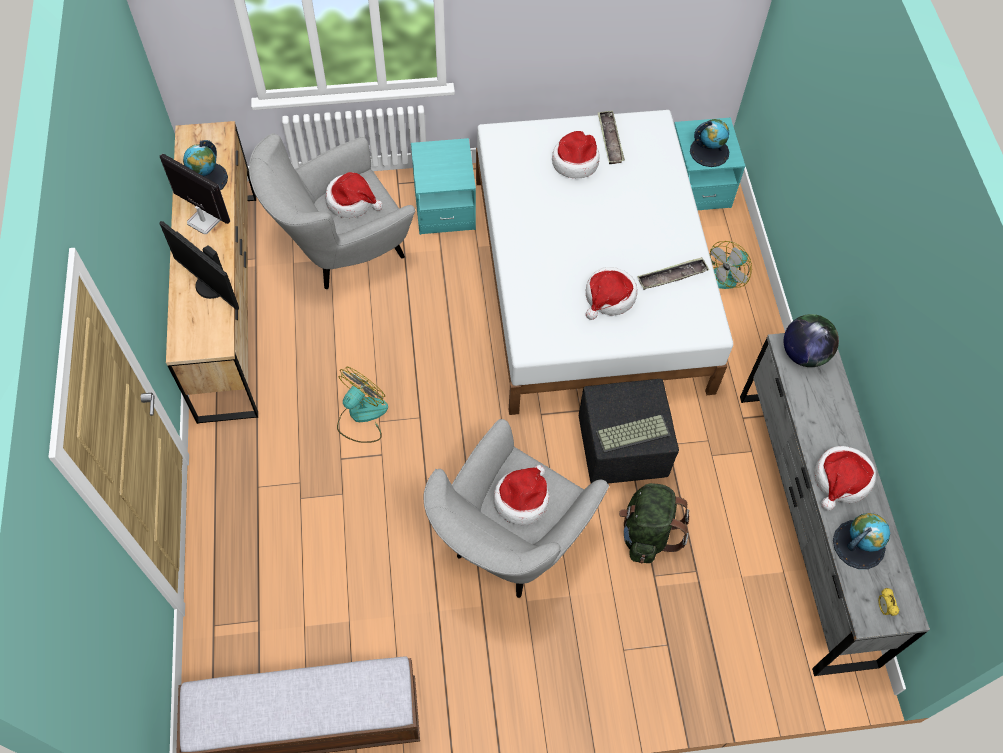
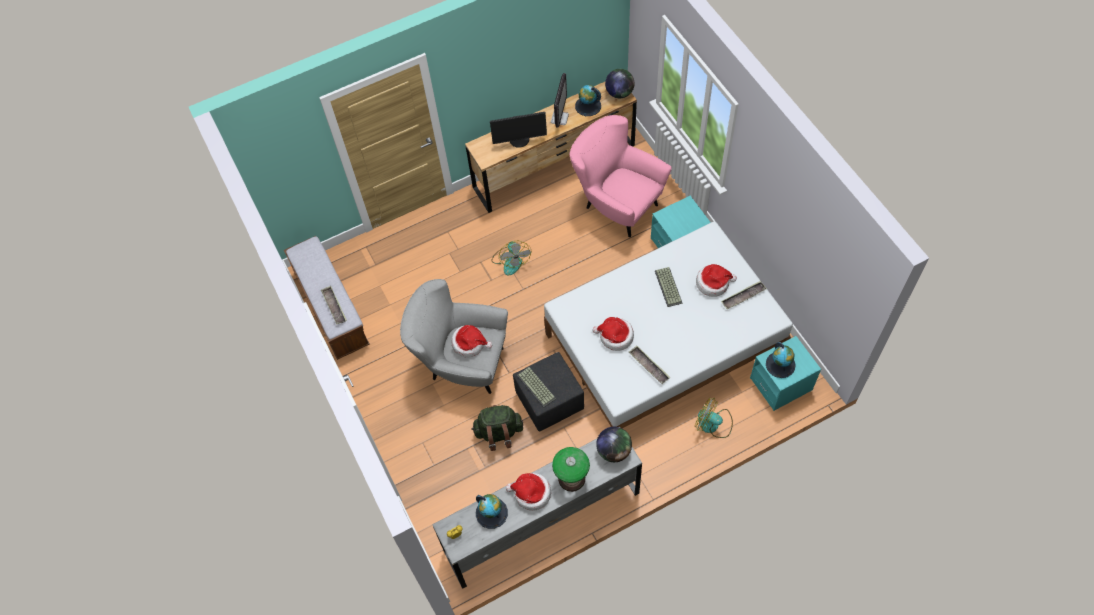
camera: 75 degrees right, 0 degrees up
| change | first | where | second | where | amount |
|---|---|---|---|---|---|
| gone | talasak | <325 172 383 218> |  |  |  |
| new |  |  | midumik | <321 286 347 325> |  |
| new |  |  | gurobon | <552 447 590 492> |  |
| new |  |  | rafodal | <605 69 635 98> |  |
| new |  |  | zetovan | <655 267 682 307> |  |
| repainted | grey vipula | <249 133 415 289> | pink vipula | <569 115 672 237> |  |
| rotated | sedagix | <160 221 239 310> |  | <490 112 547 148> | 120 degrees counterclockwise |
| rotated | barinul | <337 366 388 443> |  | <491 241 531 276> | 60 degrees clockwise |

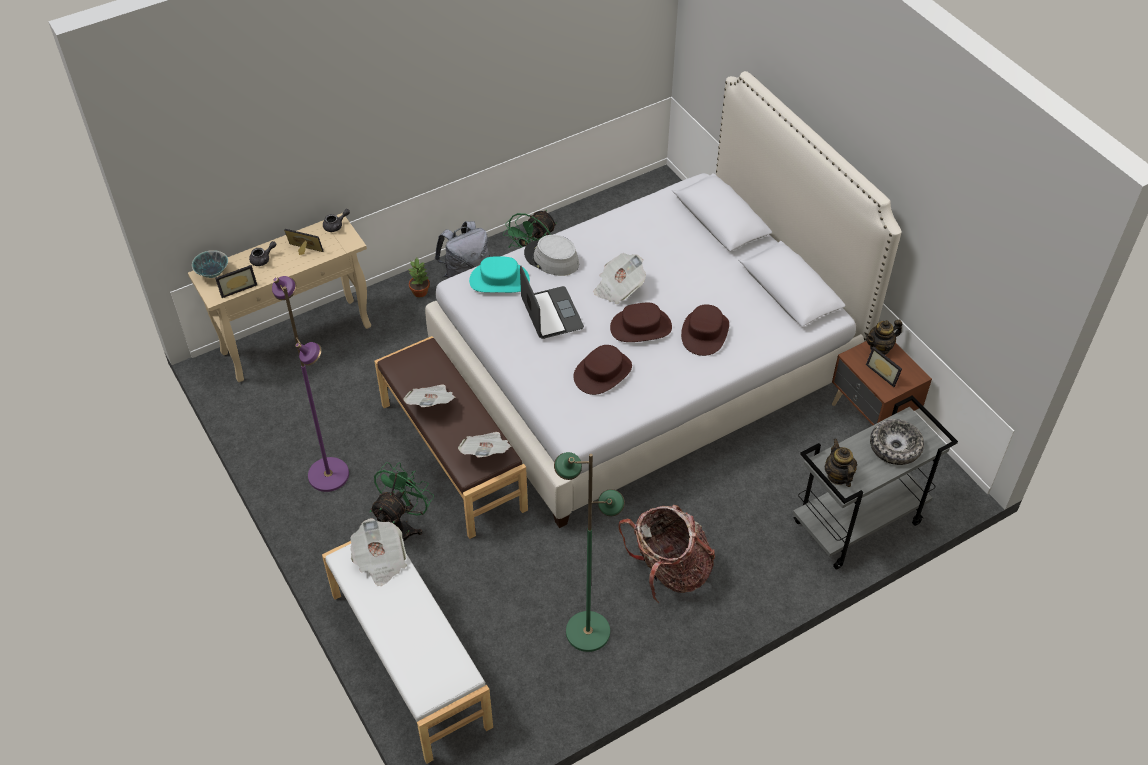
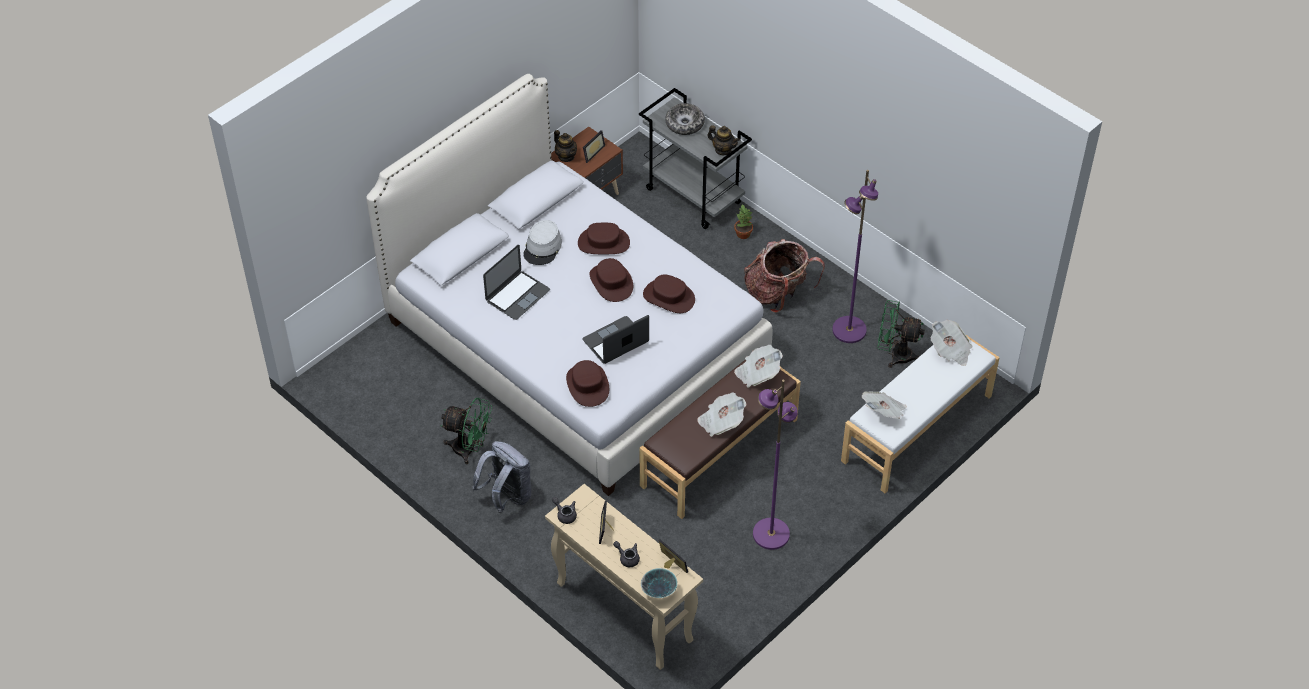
camera: 105 degrees left, 0 degrees up
| change | first | where | second | where | amount |
|---|---|---|---|---|---|
| new |  |  | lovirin | <483 245 550 320> |  |
| shifted | green barinul | <370 462 434 541> |  | <878 300 925 368> |  |
| shifted | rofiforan | <407 258 430 297> |  | <734 204 753 239> |  |
| shifted | grey talasak | <524 235 579 276> |  | <523 220 562 265> |  |
| shifted | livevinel | <594 253 646 304> |  | <931 320 972 366> |  |
| repainted | turquoise talasak | <469 256 530 293> | brown talasak | <566 360 609 407> |  |
| repainted | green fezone | <554 452 625 652> | purple fezone | <832 170 878 343> |  |
| rotated | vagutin | <824 439 857 487> |  | <707 125 740 155> | 120 degrees counterclockwise |

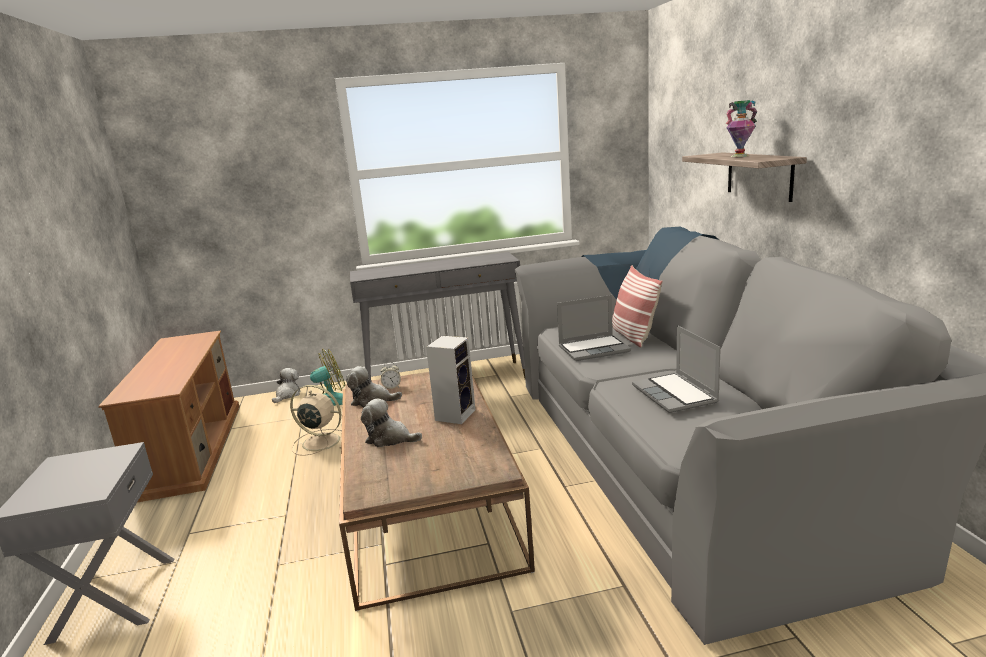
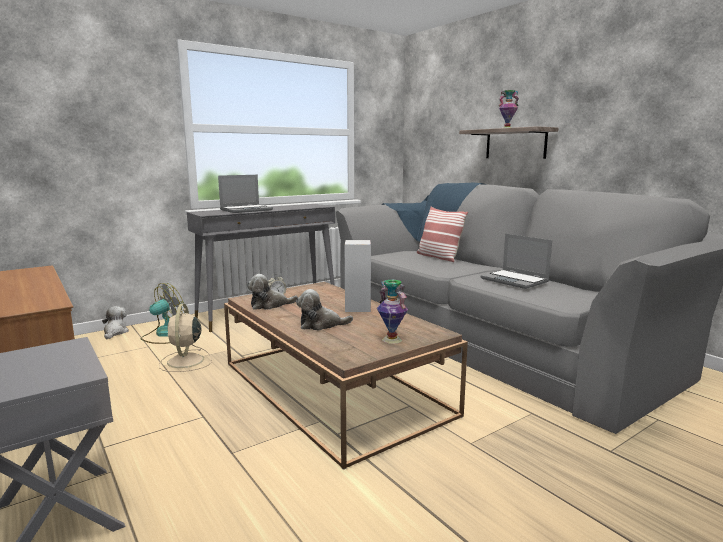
camera: 25 degrees left, 5 degrees down
| change | first | where | second | where | amount |
|---|---|---|---|---|---|
| new |  |  | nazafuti | <377 280 408 344> |  |
| shifted | lovirin | <557 295 631 361> |  | <218 175 273 213> |  |
| rotated | beige barinul | <290 385 342 455> |  | <159 304 212 372> | 90 degrees counterclockwise |

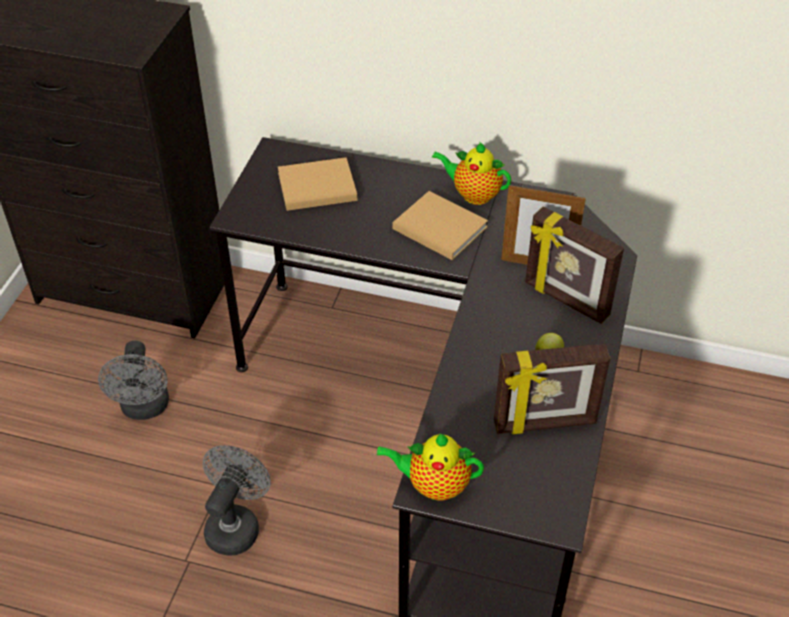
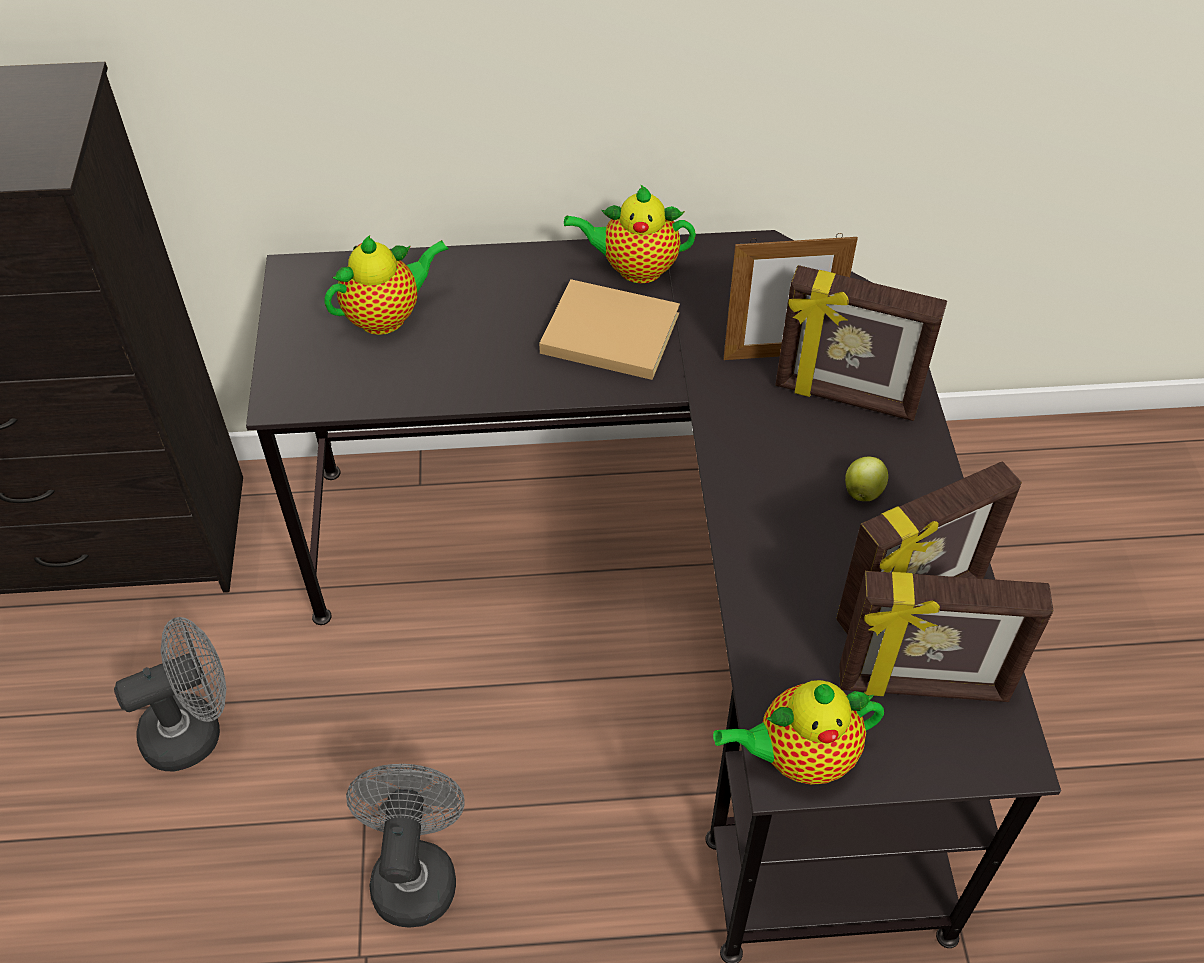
camera: 20 degrees left, 5 degrees up
| change | first | where | second | where | amount |
|---|---|---|---|---|---|
| new |  |  | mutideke | <839 571 1053 702> |  |
| swapped | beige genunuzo | <278 157 358 211> | vagutin | <324 235 449 335> |  |
| rotated | grey barinul | <98 341 169 420> |  | <114 617 226 771> | 90 degrees counterclockwise |

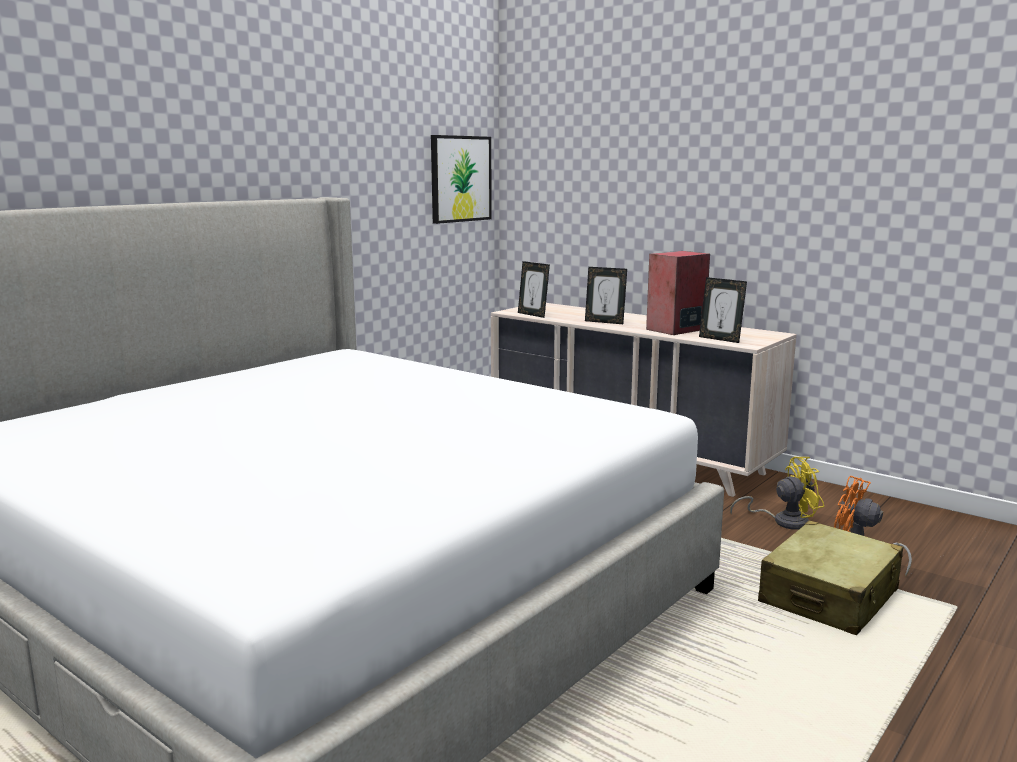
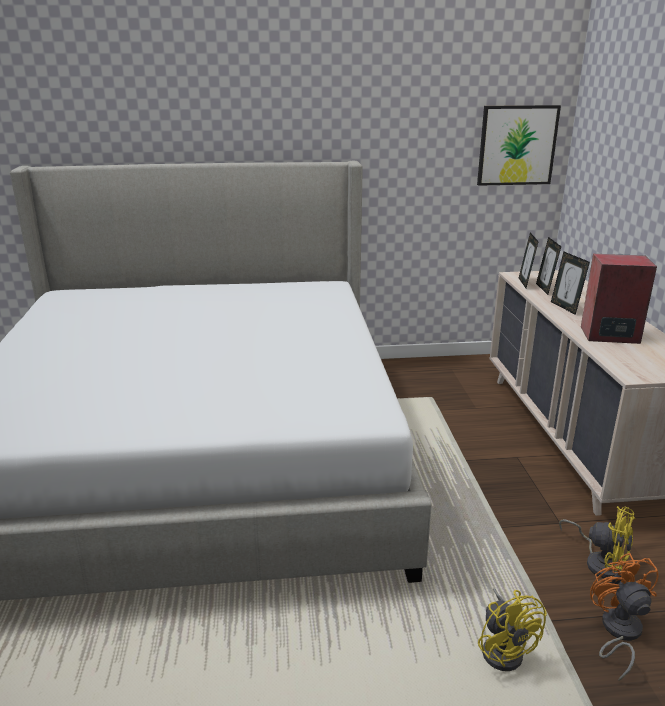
camera: 45 degrees right, 10 degrees up
| change | first | where | second | where | amount |
|---|---|---|---|---|---|
| shifted | mutideke | <699 277 747 343> |  | <536 237 561 295> |  |
| swapped | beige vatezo | <758 520 903 635> | yellow barinul | <478 588 547 671> |  |

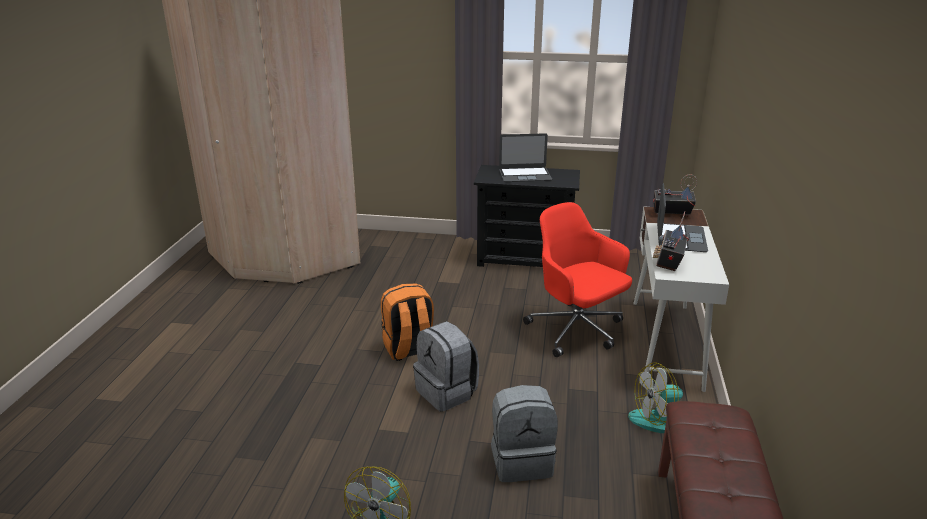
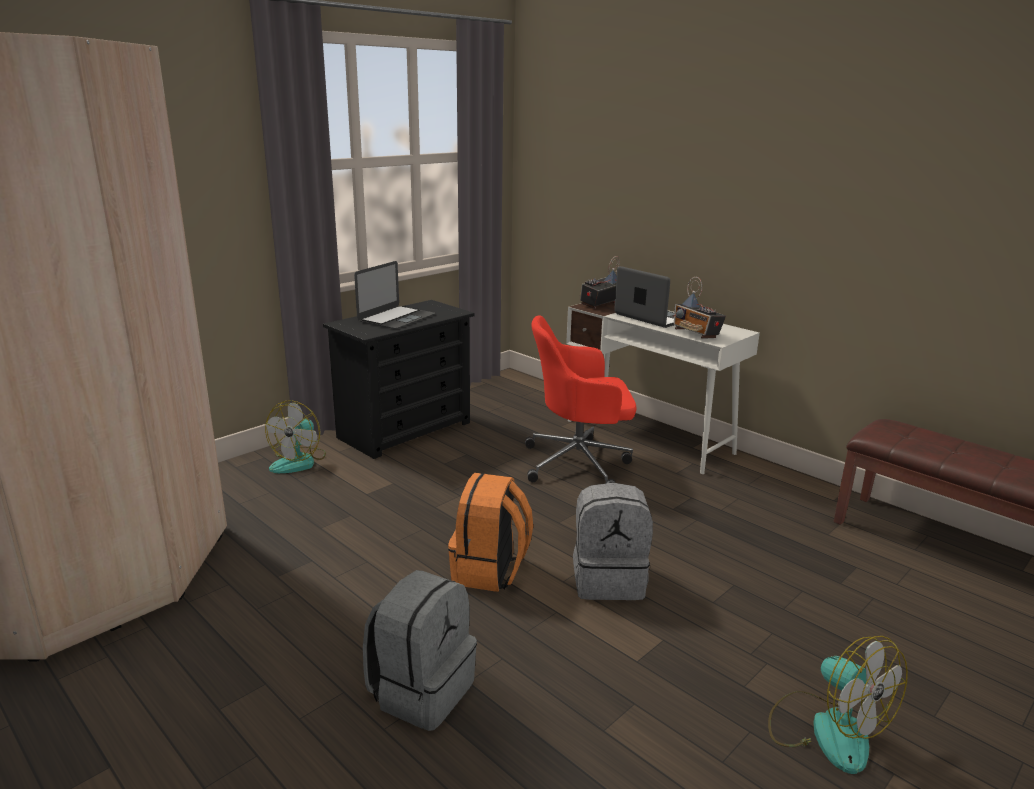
camera: 55 degrees left, 5 degrees down
| change | first | where | second | where | amount |
|---|---|---|---|---|---|
| shifted | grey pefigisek | <491 385 558 482> |  | <363 570 477 731> |  |
| shifted | barinul | <628 362 683 433> |  | <265 400 326 473> |  |

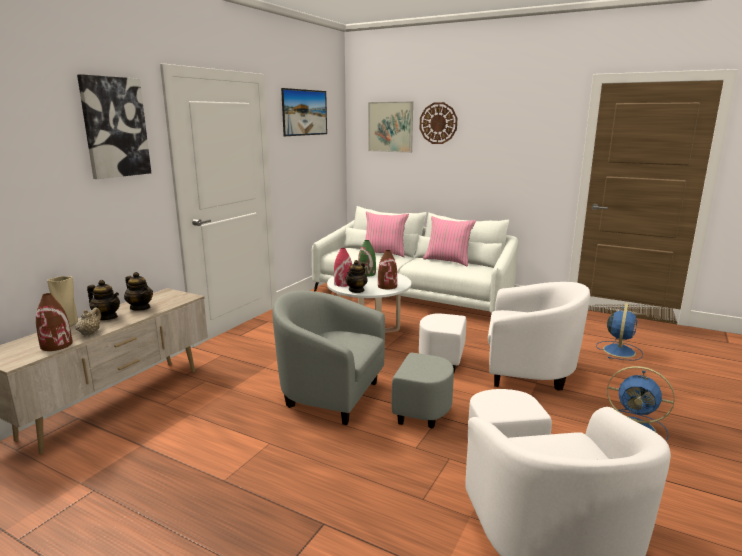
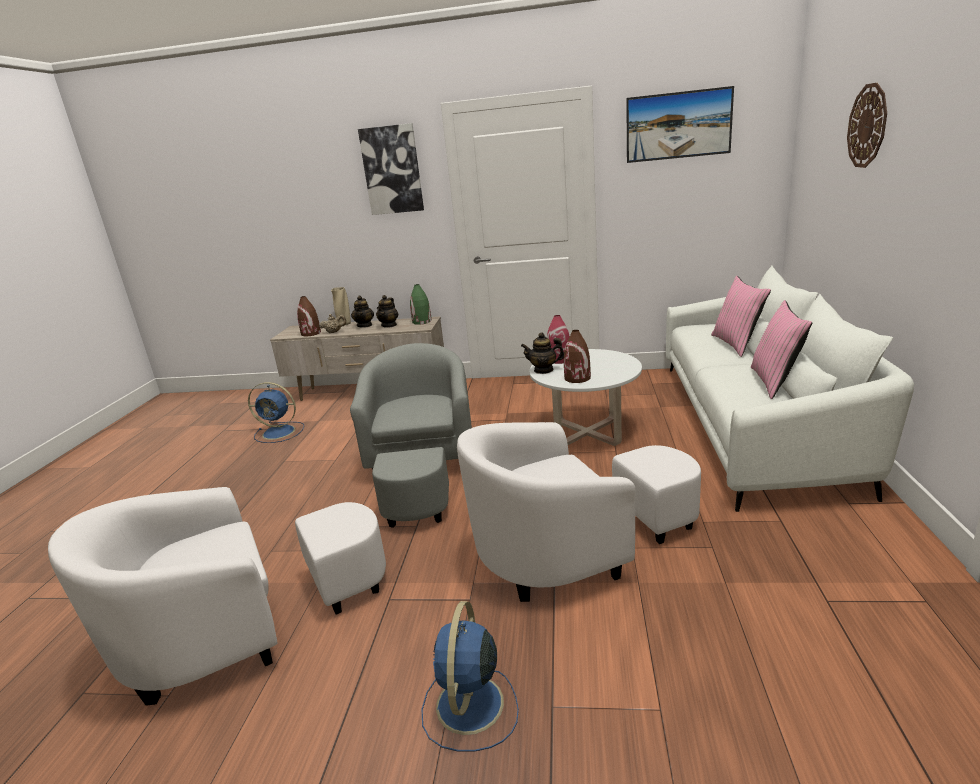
camera: 70 degrees right, 5 degrees up
| change | first | where | second | where | amount |
|---|---|---|---|---|---|
| gone | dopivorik | <368 102 413 153> |  |  |  |
| shifted | green nazafuti | <358 240 376 277> |  | <410 284 432 325> |  |
| shifted | blue barinul | <596 303 643 361> |  | <248 382 304 443> |  |
| rotated | white vipula | <419 282 590 391> |  | <457 422 701 602> | 75 degrees clockwise |

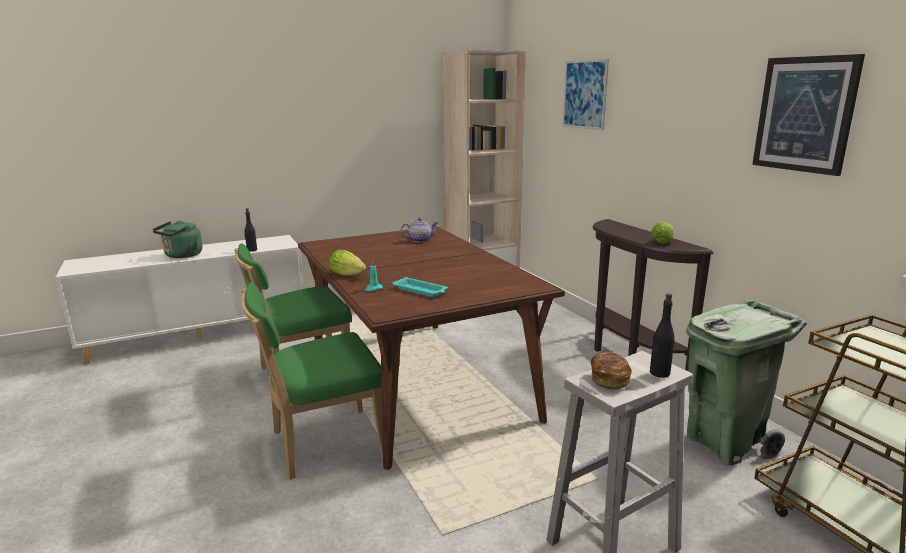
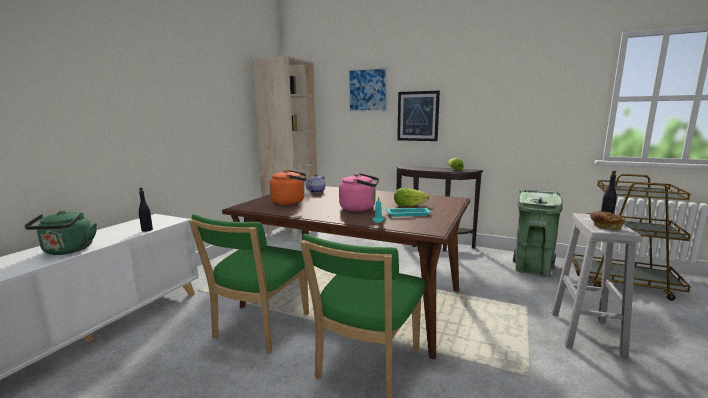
camera: 40 degrees left, 5 degrees down
| change | first | where | second | where | amount |
|---|---|---|---|---|---|
| new |  |  | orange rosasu | <270 170 307 205> |  |
| new |  |  | pink rosasu | <339 173 379 212> |  |
| shifted | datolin | <329 250 366 276> |  | <394 188 429 206> |  |
| shifted | dopivorik | <752 54 865 176> |  | <397 91 440 141> |  |

